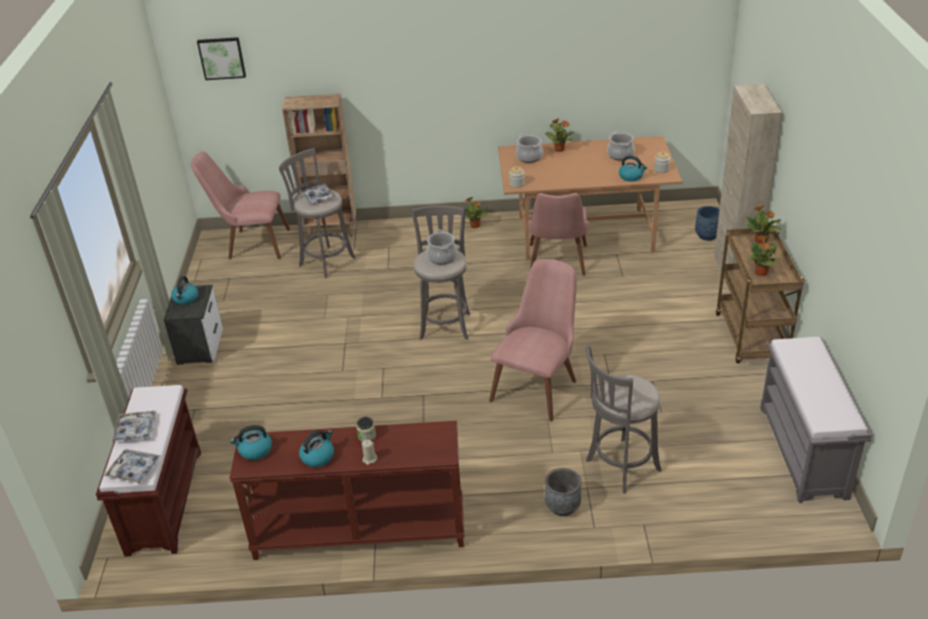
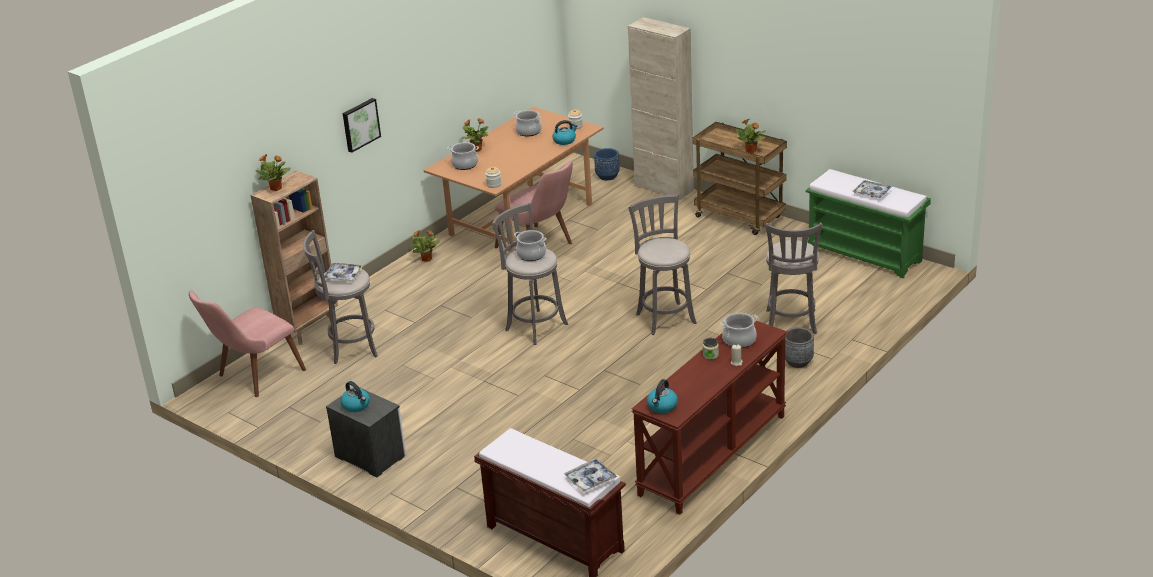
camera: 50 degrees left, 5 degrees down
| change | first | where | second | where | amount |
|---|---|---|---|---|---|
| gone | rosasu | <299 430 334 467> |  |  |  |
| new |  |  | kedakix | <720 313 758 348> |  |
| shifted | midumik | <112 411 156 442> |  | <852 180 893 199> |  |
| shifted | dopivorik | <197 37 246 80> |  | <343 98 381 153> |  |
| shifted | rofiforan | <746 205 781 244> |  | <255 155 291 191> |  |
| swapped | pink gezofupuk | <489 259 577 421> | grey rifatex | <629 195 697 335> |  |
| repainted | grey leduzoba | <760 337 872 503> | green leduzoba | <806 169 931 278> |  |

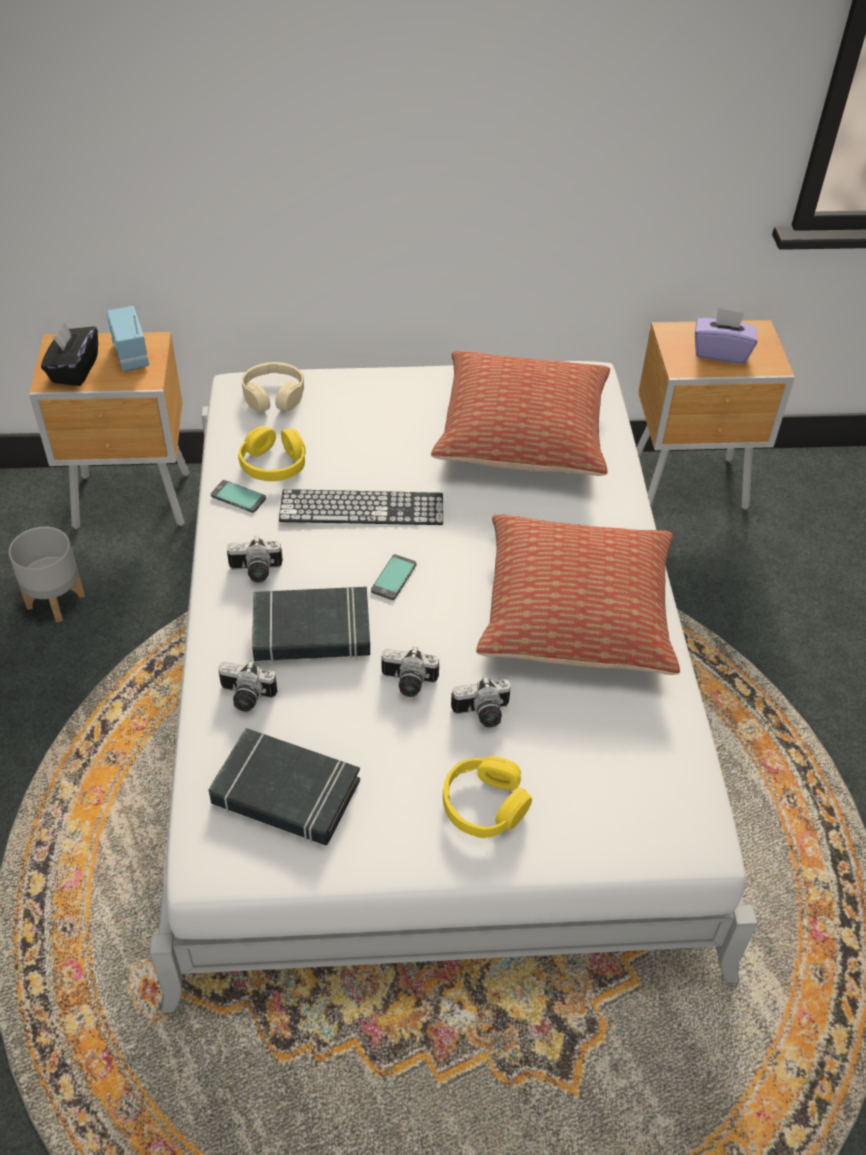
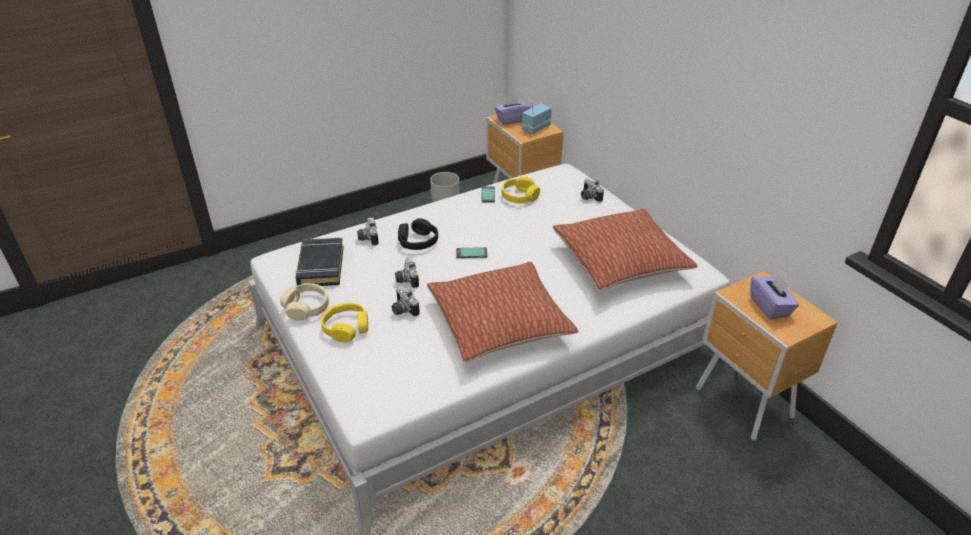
camera: 65 degrees right, 10 degrees down
| change | first | where | second | where | amount |
|---|---|---|---|---|---|
| gone | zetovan | <279 489 443 525> |  |  |  |
| shifted | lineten | <227 536 283 583> |  | <581 178 604 202> |  |
| shifted | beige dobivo | <242 362 304 412> |  | <280 283 329 320> |  |
| swapped | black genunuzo | <252 587 370 663> | black dobivo | <398 219 438 250> |  |
| repainted | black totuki | <41 322 98 386> | purple totuki | <495 96 530 125> |  |

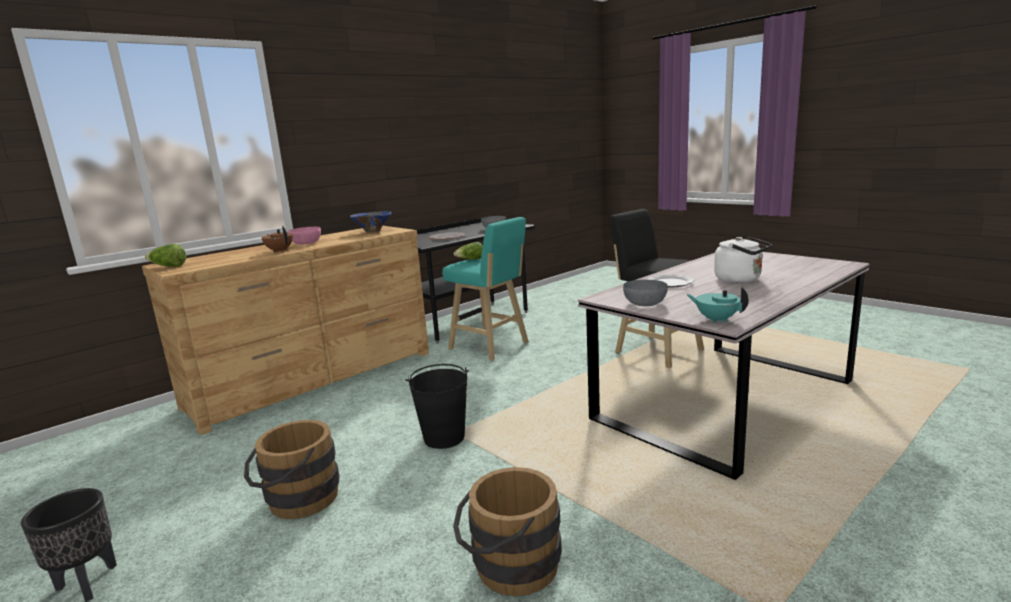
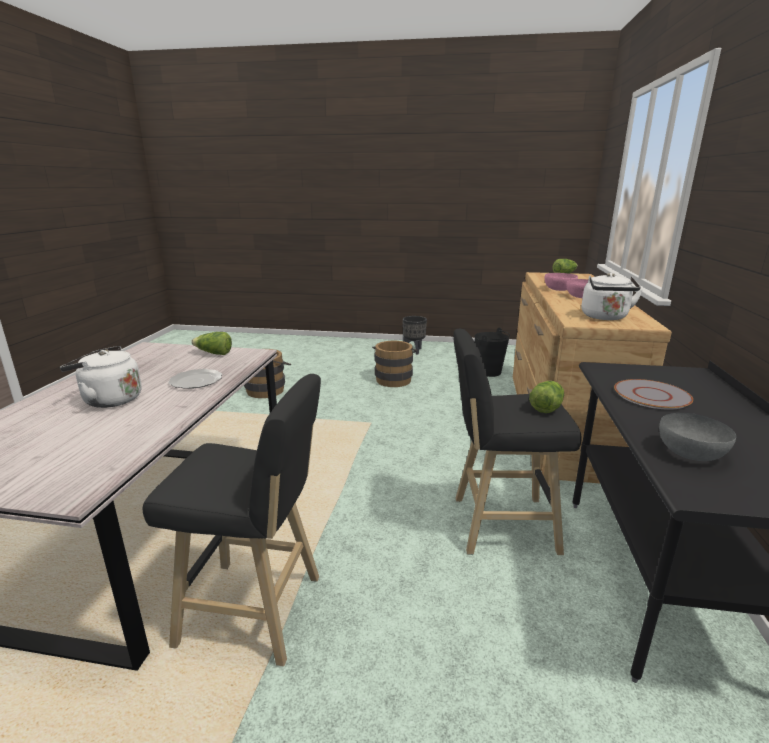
camera: 140 degrees right, 5 degrees up
| change | first | where | second | where | amount |
|---|---|---|---|---|---|
| gone | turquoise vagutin | <686 287 749 323> |  |  |  |
| shifted | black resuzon | <405 364 469 449> |  | <475 328 510 377> |  |
| swapped | brown vagutin | <261 226 293 252> | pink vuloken | <545 273 578 291> |  |
| swapped | blue vuloken | <350 211 392 232> | white rosasu | <581 273 643 320> |  |
| swapped | grey vuloken | <623 280 668 306> | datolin | <191 332 232 355> |  |
| repainted | turquoise rifatex | <442 217 529 361> | black rifatex | <453 329 582 555> |  |

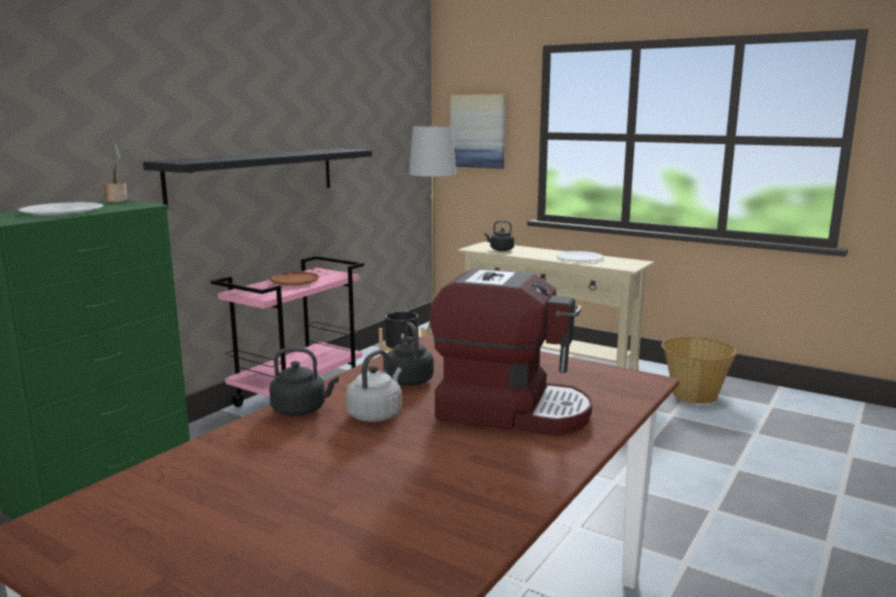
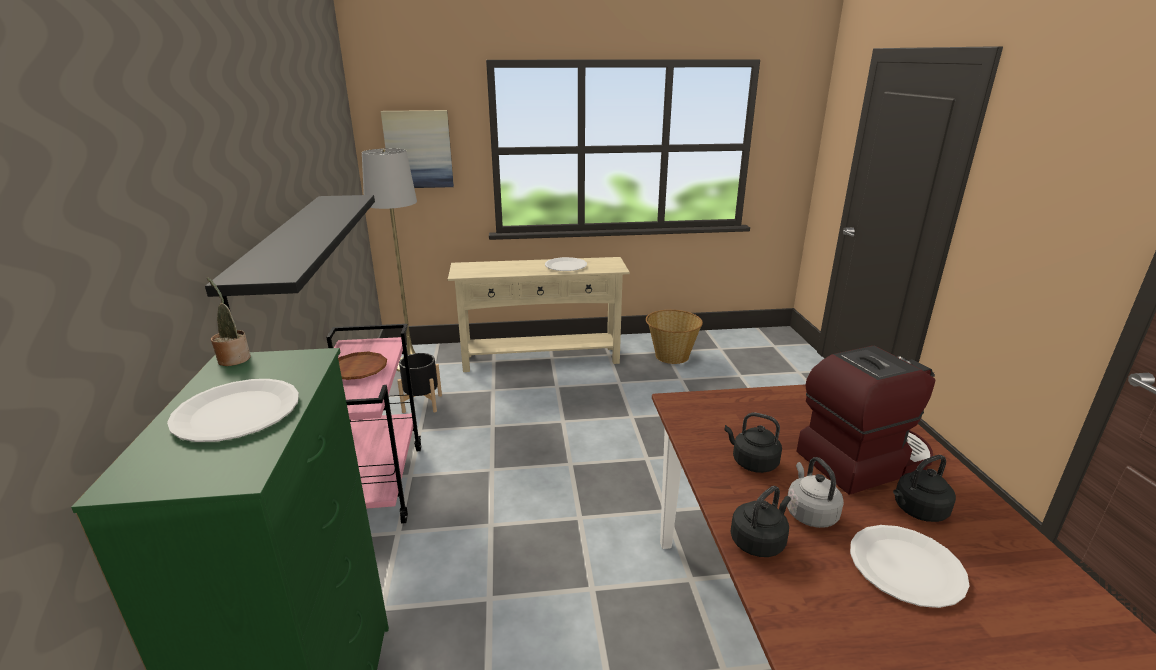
camera: 40 degrees left, 10 degrees up
| change | first | where | second | where | amount |
|---|---|---|---|---|---|
| new |  |  | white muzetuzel | <850 525 970 608> |  |
| shifted | black rosasu | <485 221 514 251> |  | <893 455 956 522> |  |

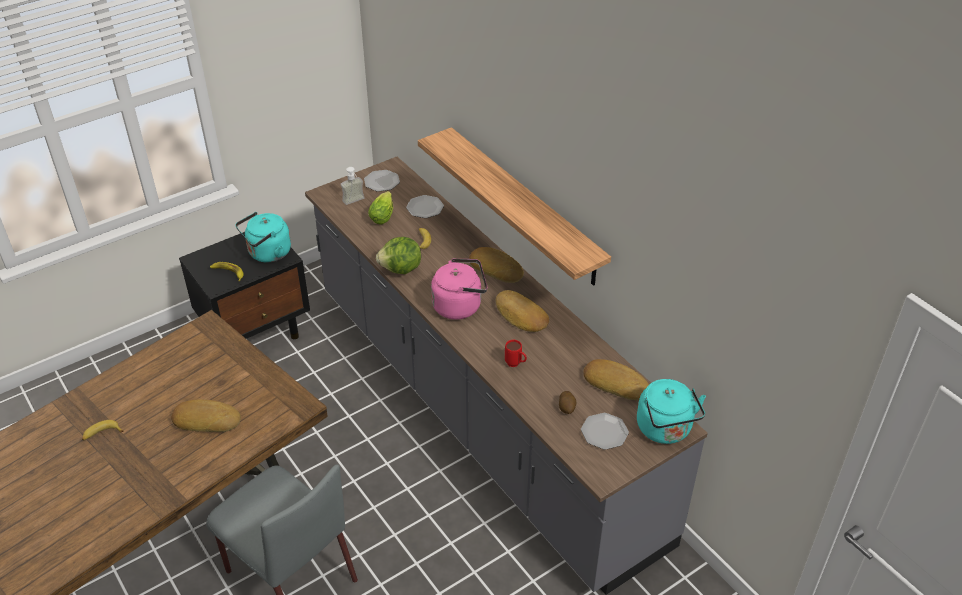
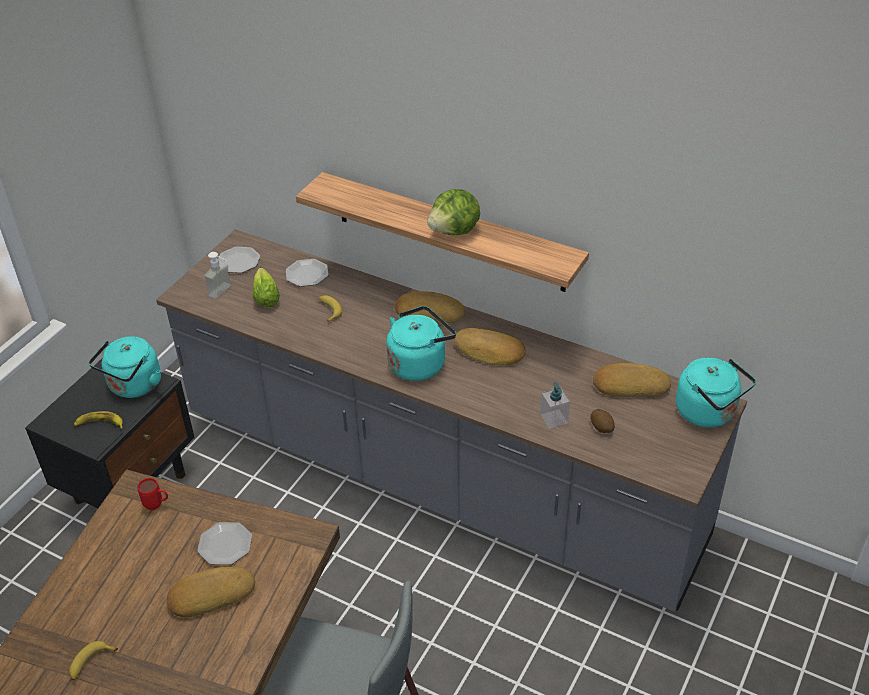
camera: 25 degrees left, 0 degrees up
| change | first | where | second | where | amount |
|---|---|---|---|---|---|
| new |  |  | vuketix | <540 382 570 429> |  |
| shifted | datolin | <376 237 421 274> |  | <427 189 480 235> |  |
| shifted | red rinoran | <505 340 527 367> |  | <138 478 168 510> |  |
| shifted | muzetuzel | <581 413 629 450> |  | <197 522 252 565> |  |
| repainted | pink rosasu | <431 258 487 320> | turquoise rosasu | <386 306 456 381> |  |

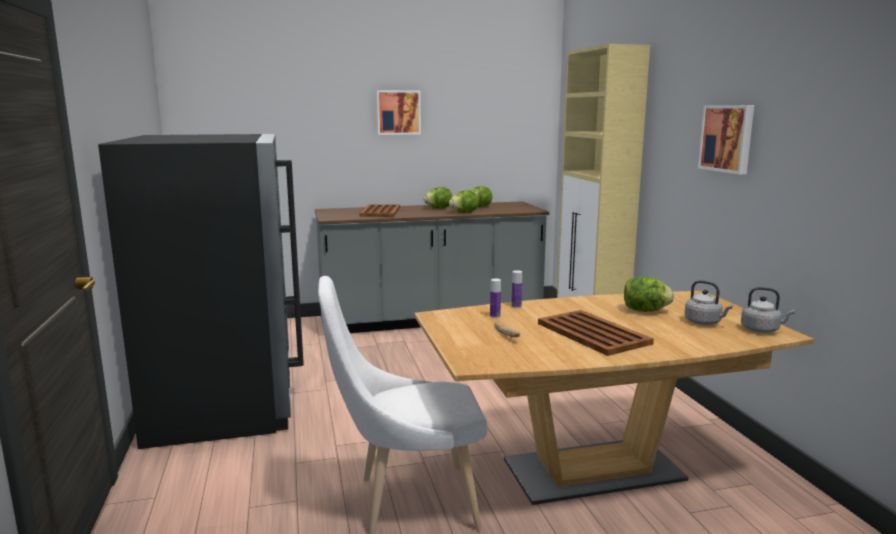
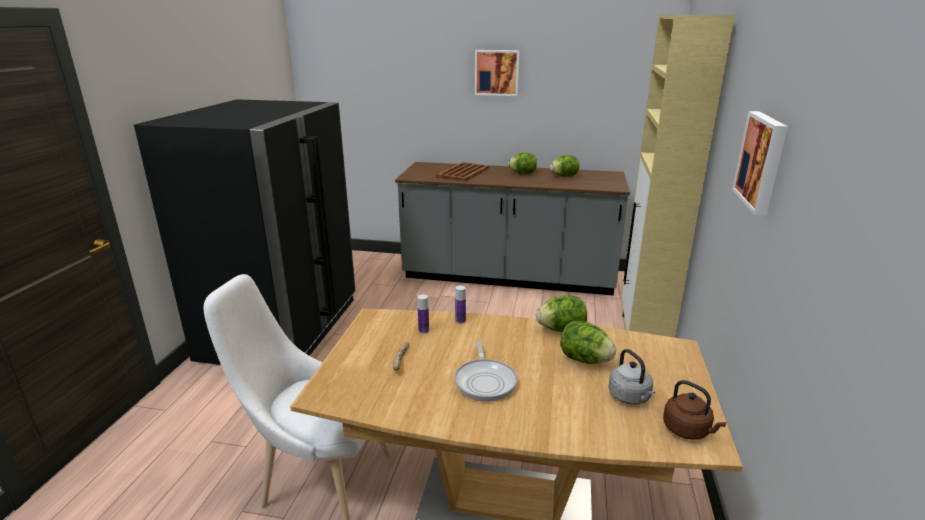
camera: 25 degrees right, 10 degrees up
| change | first | where | second | where | amount |
|---|---|---|---|---|---|
| shifted | datolin | <449 190 479 213> |  | <536 295 587 332> |  |
| swapped | brown midumik | <538 310 654 356> | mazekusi | <454 340 517 402> |  |
| repainted | grey rosasu | <741 287 795 333> | brown rosasu | <663 380 727 440> |  |

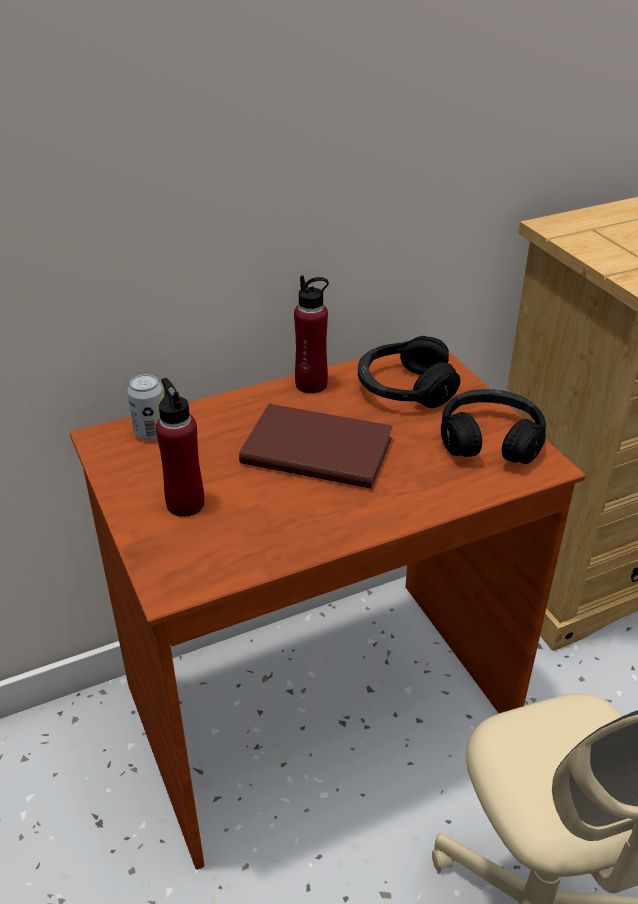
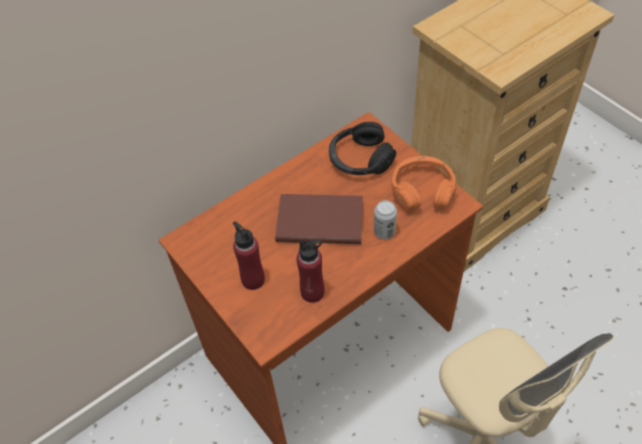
camera: 10 degrees left, 15 degrees up
| change | first | where | second | where | amount |
|---|---|---|---|---|---|
| shifted | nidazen | <128 374 164 441> |  | <374 200 397 239> |  |
| shifted | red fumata | <294 275 329 394> |  | <297 240 324 303> |  |
| repainted | black dobivo | <441 389 546 464> | orange dobivo | <392 156 457 210> |  |

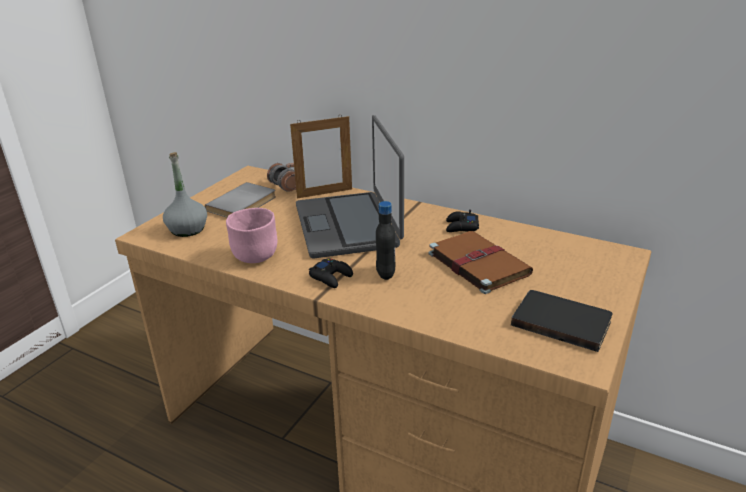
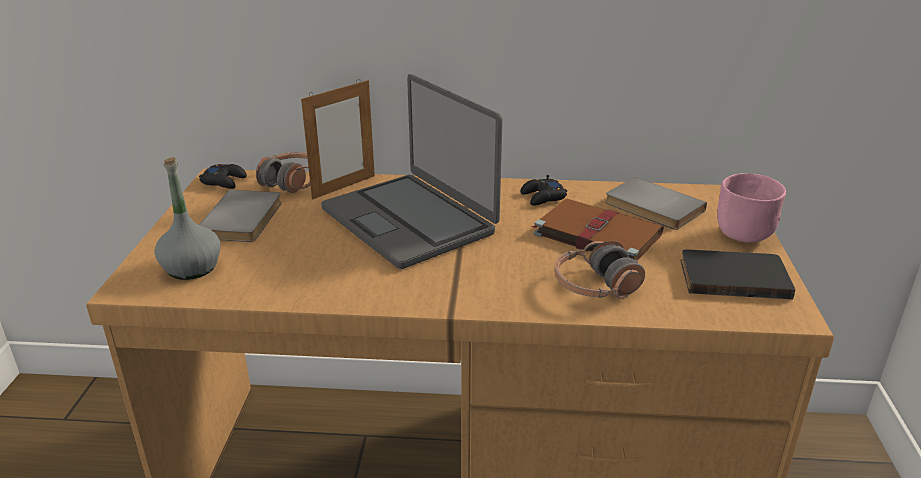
camera: 25 degrees left, 0 degrees up
| change | first | where | second | where | amount |
|---|---|---|---|---|---|
| gone | black fumata | <376 201 395 280> |  |  |  |
| new |  |  | dobivo | <555 241 645 299> |  |
| new |  |  | grey genunuzo | <605 177 707 230> |  |
| shifted | pink vuloken | <226 208 277 263> |  | <717 173 786 243> |  |
| shifted | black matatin | <309 259 353 288> |  | <199 164 247 189> |  |

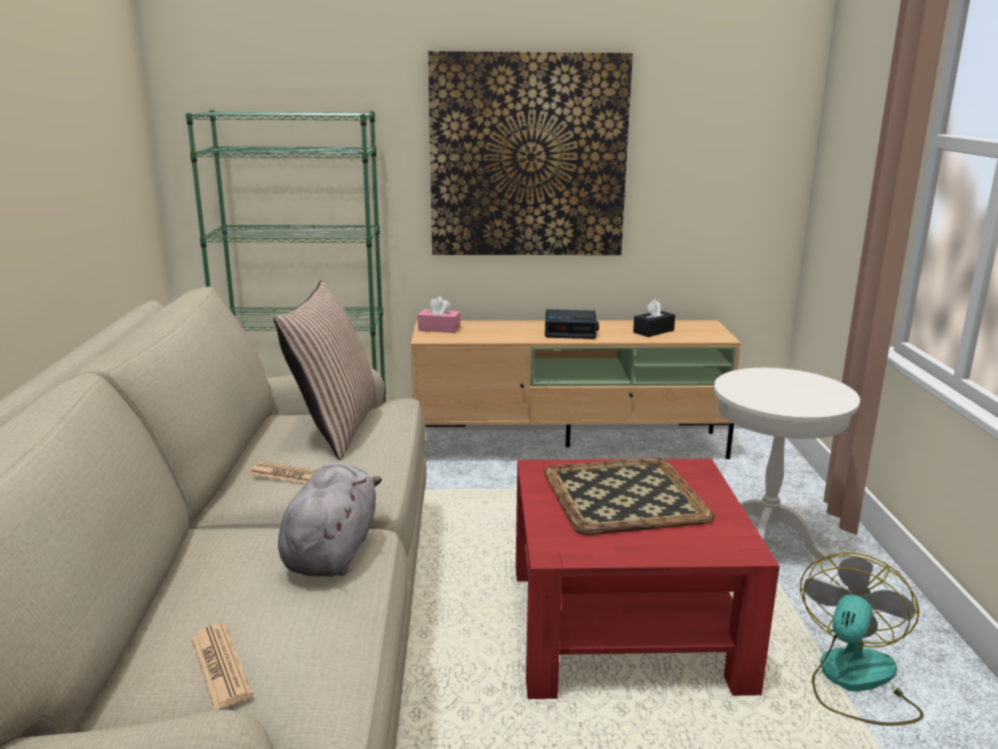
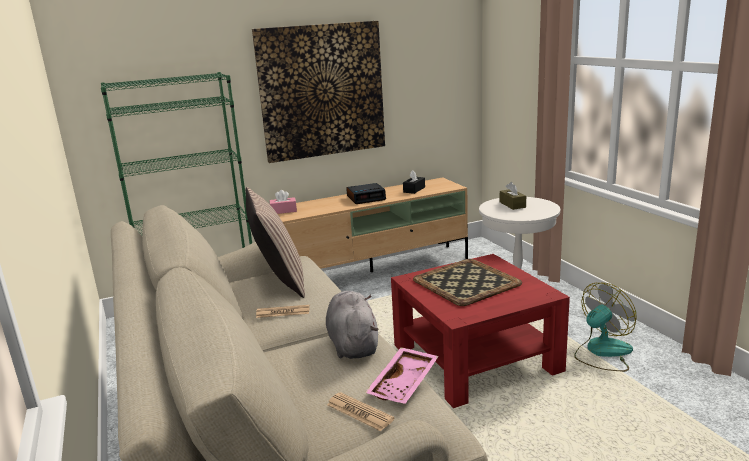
camera: 20 degrees left, 0 degrees up
| change | first | where | second | where | amount |
|---|---|---|---|---|---|
| new |  |  | pink midumik | <365 347 439 404> |  |
| new |  |  | brown totuki | <500 182 526 210> |  |
| rotated | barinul | <800 552 924 726> |  | <574 283 637 372> | 45 degrees clockwise |

